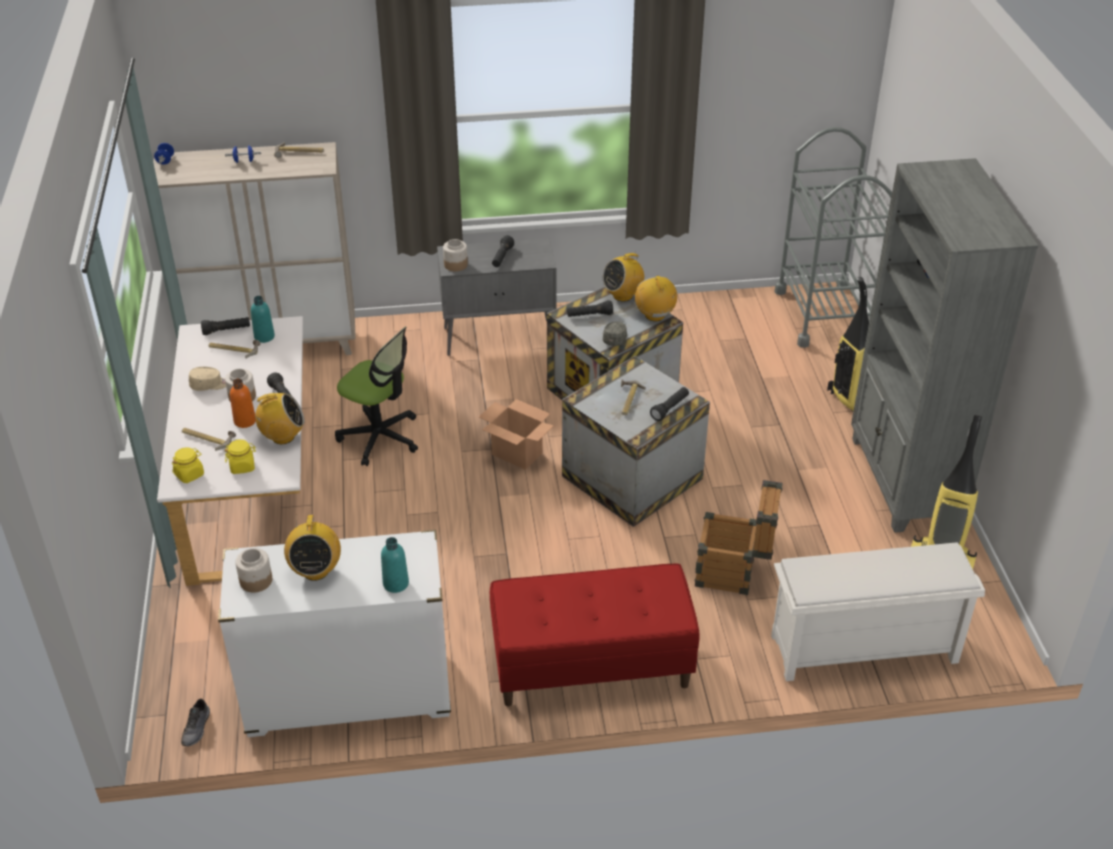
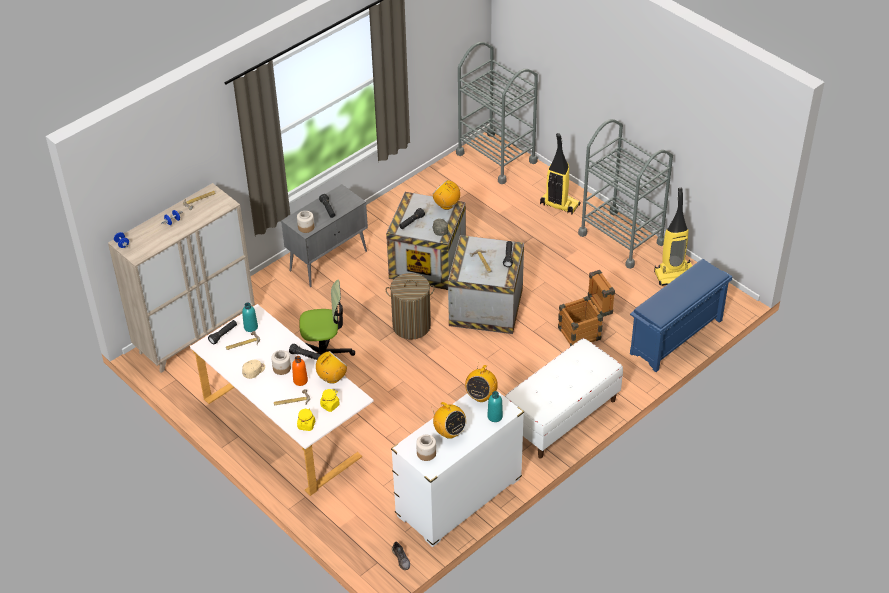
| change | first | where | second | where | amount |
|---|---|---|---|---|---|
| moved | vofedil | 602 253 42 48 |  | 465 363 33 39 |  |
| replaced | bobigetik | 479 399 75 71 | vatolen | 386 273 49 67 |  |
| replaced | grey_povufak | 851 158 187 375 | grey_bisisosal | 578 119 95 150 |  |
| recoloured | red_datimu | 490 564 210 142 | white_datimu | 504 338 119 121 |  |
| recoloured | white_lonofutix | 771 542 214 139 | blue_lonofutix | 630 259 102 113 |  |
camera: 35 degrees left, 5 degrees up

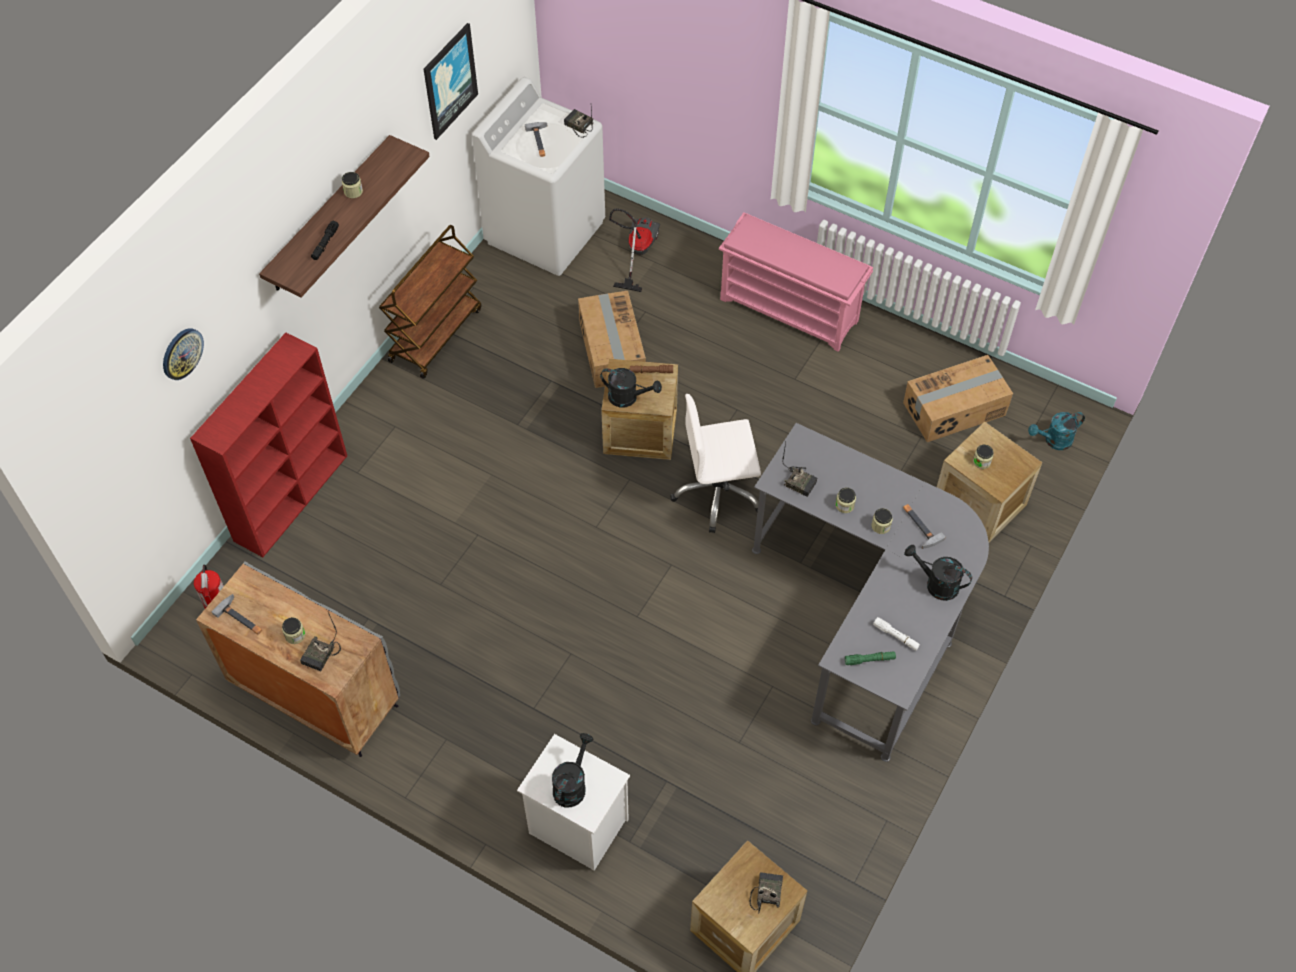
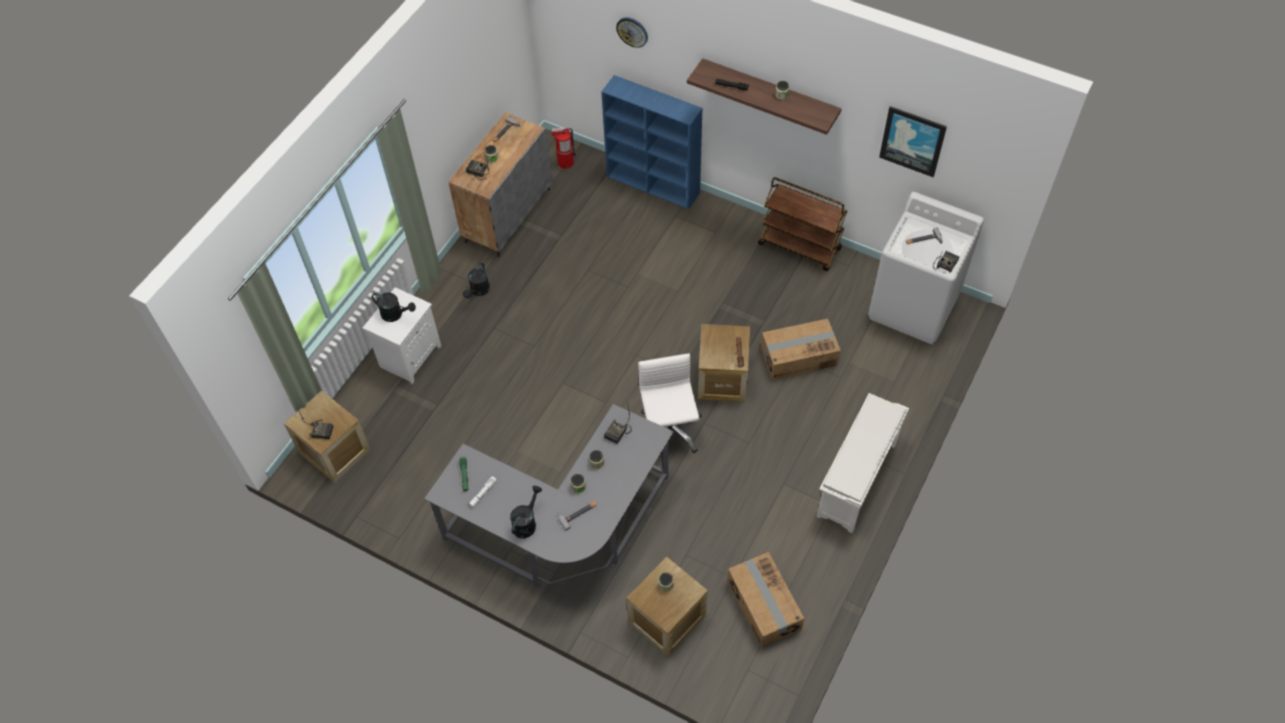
| change | first | where | second | where | amount |
|---|---|---|---|---|---|
| removed | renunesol | 609 209 51 83 |  |  |  |
| removed | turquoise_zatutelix | 1028 412 57 38 |  |  |  |
| moved | black_zatutelix | 600 368 62 39 |  | 463 263 27 35 |  |
| recoloured | red_povufak | 190 333 157 224 | blue_povufak | 601 75 101 134 |  |
| recoloured | pink_lonofutix | 719 213 154 139 | white_lonofutix | 816 393 93 140 |  |
camera: 90 degrees right, 0 degrees up

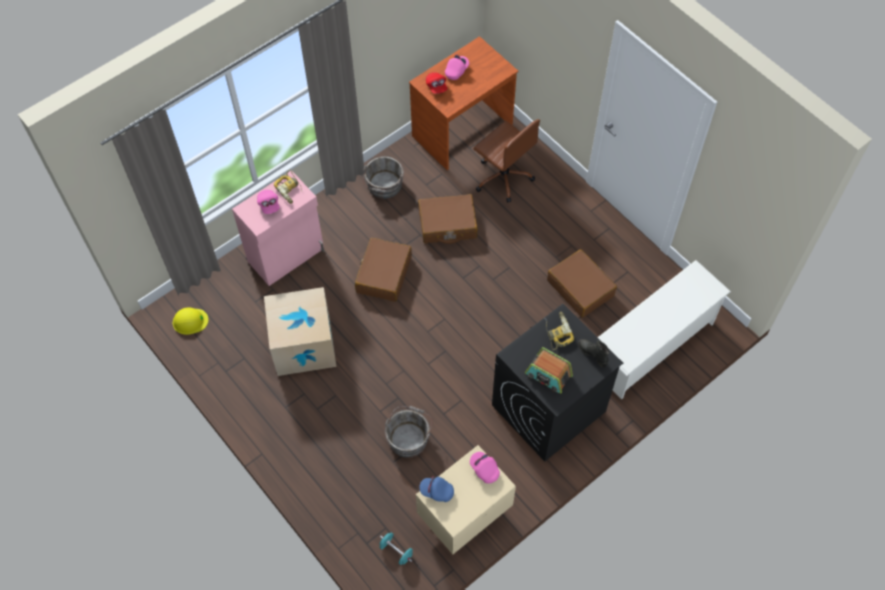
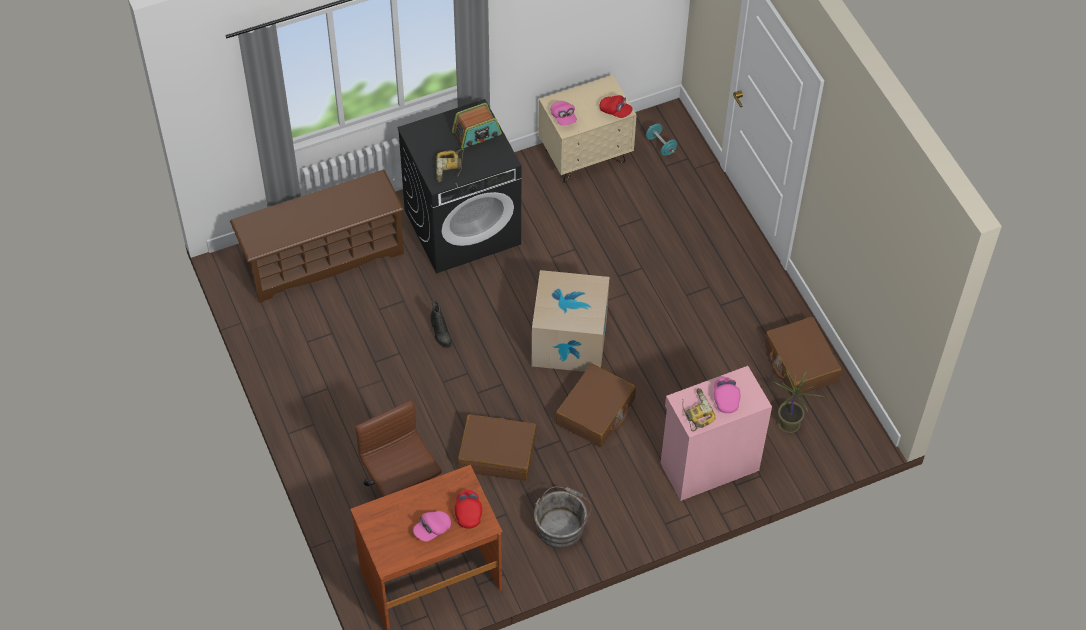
| change | first | where | second | where | amount |
|---|---|---|---|---|---|
| removed | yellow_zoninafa | 173 307 35 28 |  |  |  |
| removed | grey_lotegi | 385 406 48 52 |  |  |  |
| added |  |  | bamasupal | 774 370 50 63 |  |
| moved | bobigetik | 264 287 72 89 |  | 532 270 78 102 |  |
| moved | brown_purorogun | 547 249 70 69 |  | 765 317 77 79 |  |
| moved | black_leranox | 578 339 32 29 |  | 431 301 21 47 |  |
| recoloured | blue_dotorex | 419 477 35 25 | red_dotorex | 599 95 34 23 |  |
| recoloured | white_lonofutix | 598 260 133 140 | brown_lonofutix | 230 170 174 133 |  |
| turned | vofedil | 525 347 48 46 |  | 452 103 50 46 | 105 degrees clockwise |
camera: 165 degrees left, 5 degrees down

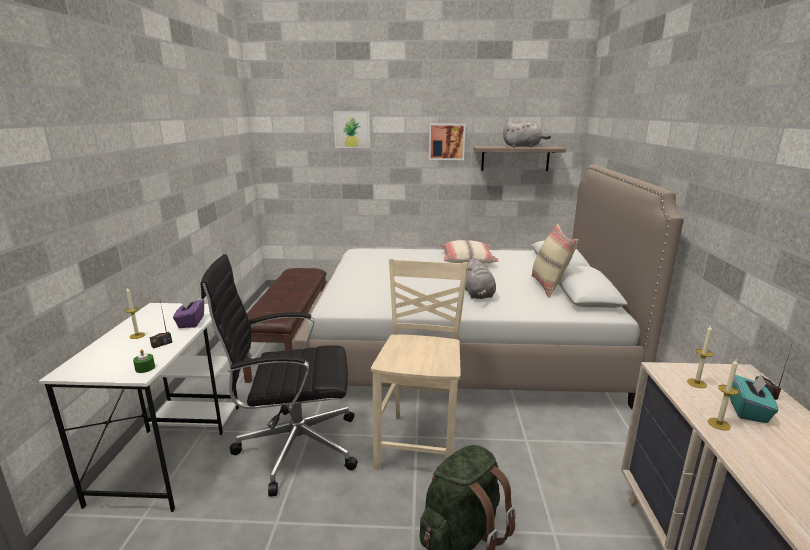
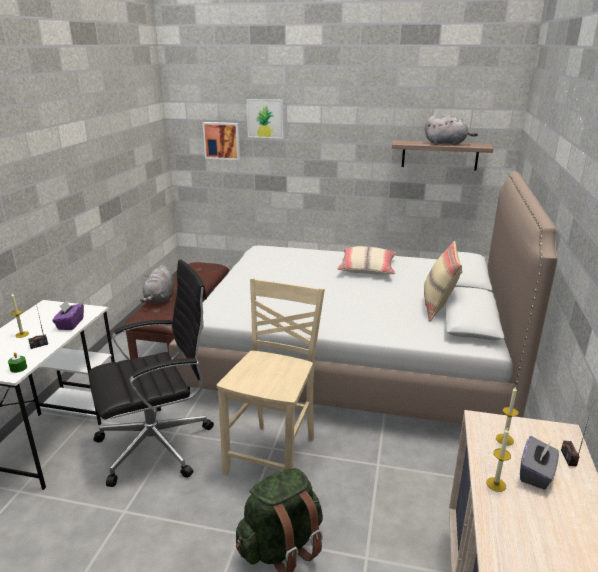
| change | first | where | second | where | amount |
|---|---|---|---|---|---|
| moved | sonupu | 429 124 36 36 |  | 203 122 37 38 |  |
| moved | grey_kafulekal | 465 258 31 41 |  | 140 265 35 38 |  |
| recoloured | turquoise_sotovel | 730 374 48 49 | grey_sotovel | 520 436 39 53 |  |
| turned | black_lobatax | 201 254 157 243 |  | 89 259 125 228 | 150 degrees clockwise |
camera: 10 degrees right, 5 degrees up

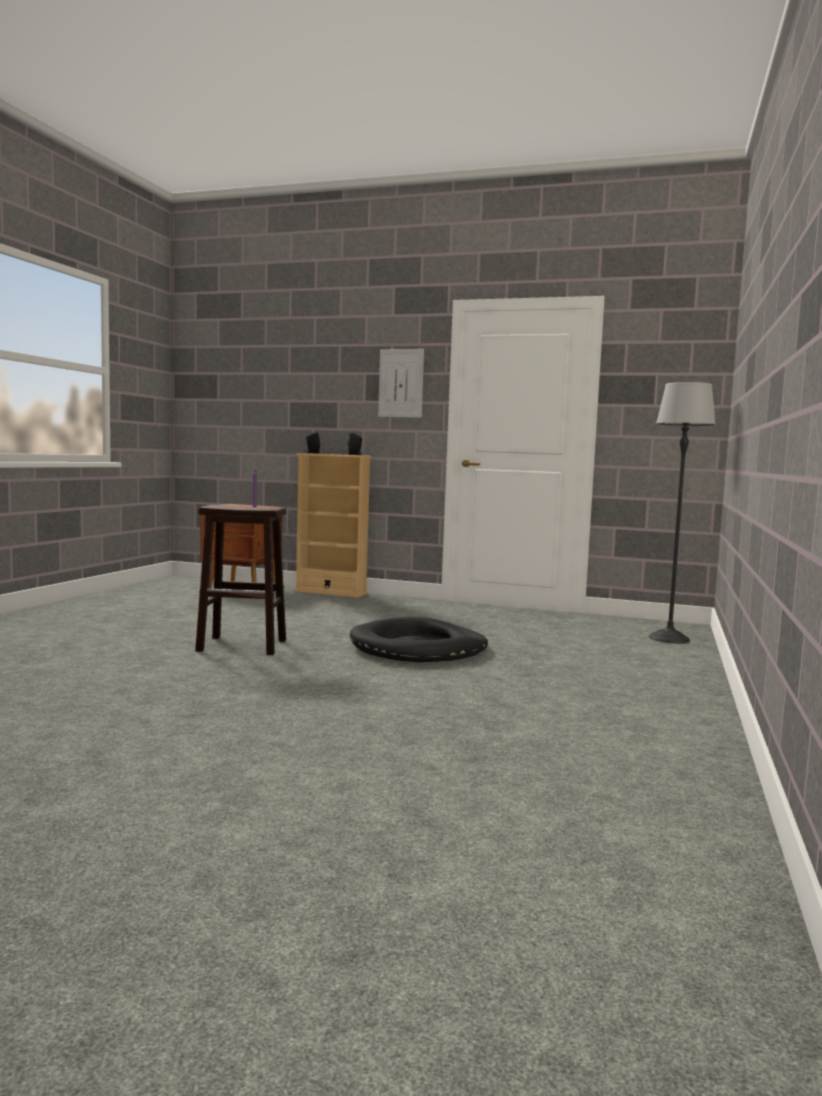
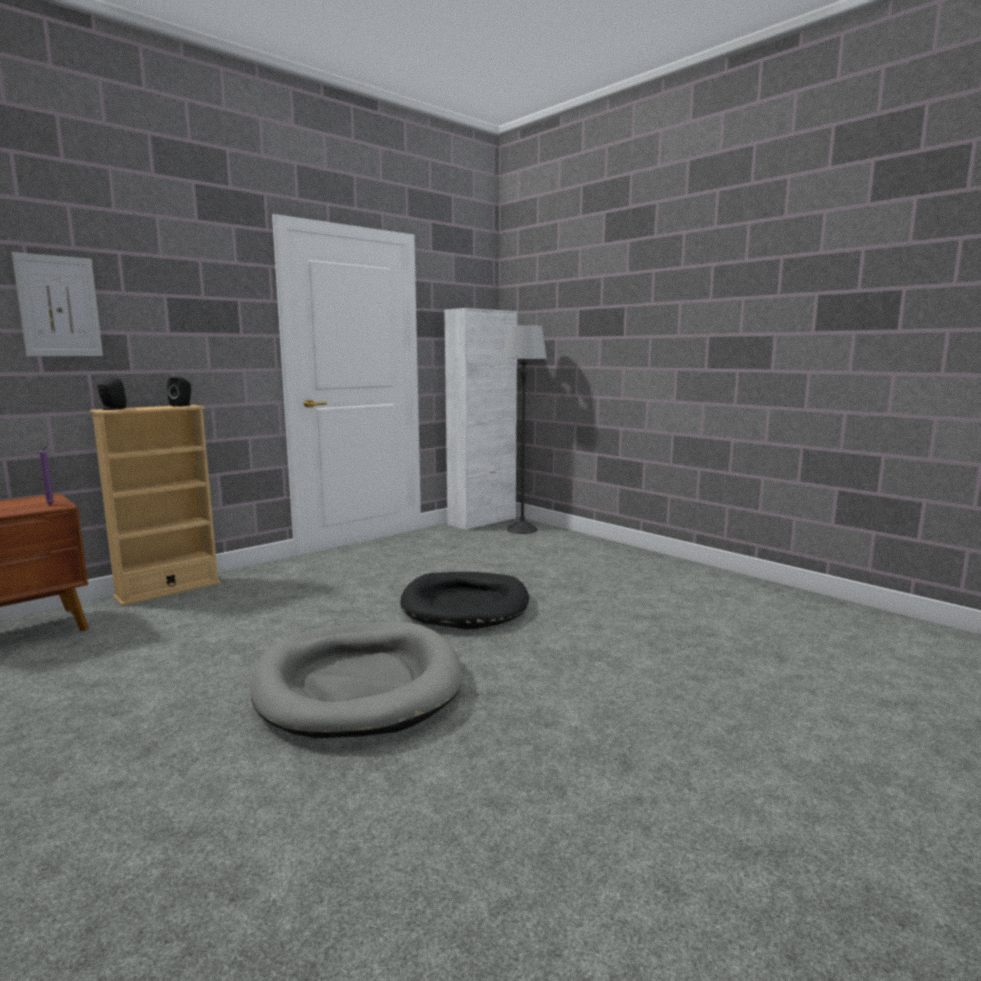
| change | first | where | second | where | amount |
|---|---|---|---|---|---|
| added |  |  | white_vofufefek | 444 308 73 222 |  |
| moved | sonupu | 378 349 46 69 |  | 12 252 91 104 |  |
| replaced | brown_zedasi | 195 505 91 150 | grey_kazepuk | 250 622 213 116 |  |
camera: 60 degrees left, 5 degrees up

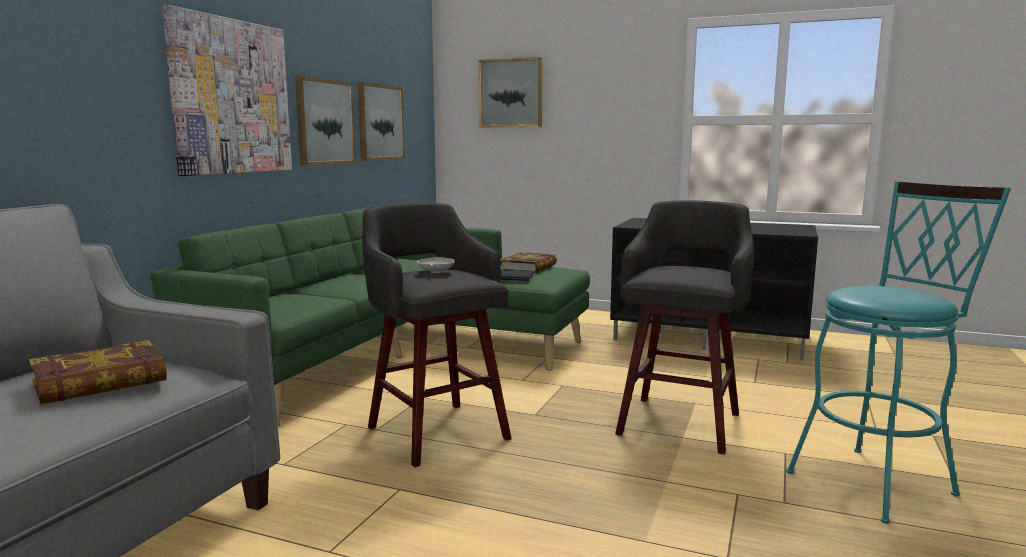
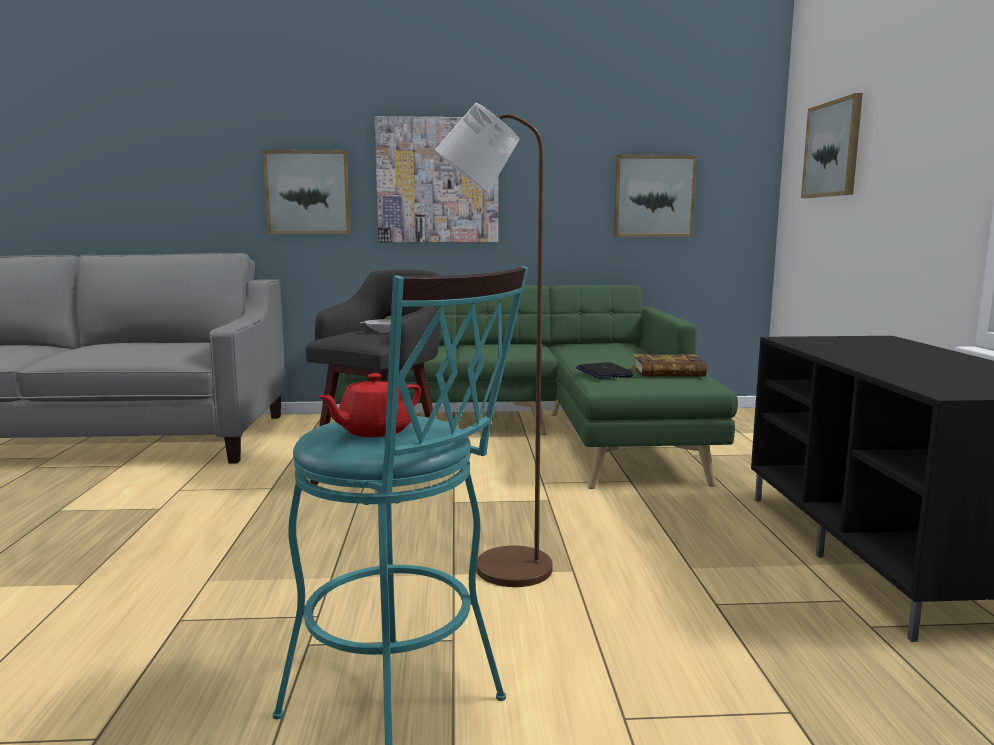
| change | first | where | second | where | amount |
|---|---|---|---|---|---|
| removed | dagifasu | 29 340 138 64 |  |  |  |
| added |  |  | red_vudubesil | 317 373 104 64 |  |
| moved | sonupu | 295 76 61 90 |  | 263 150 88 84 |  |
| replaced | grey_zedasi | 615 201 139 254 | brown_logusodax | 435 103 117 484 |  |
camera: 65 degrees right, 0 degrees up

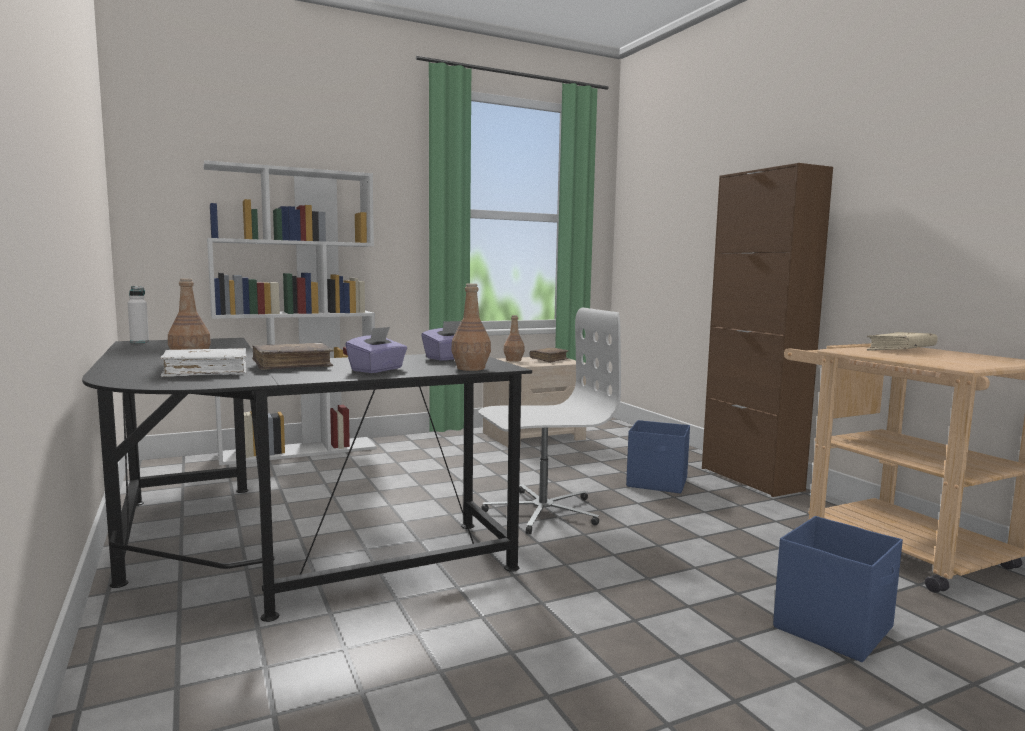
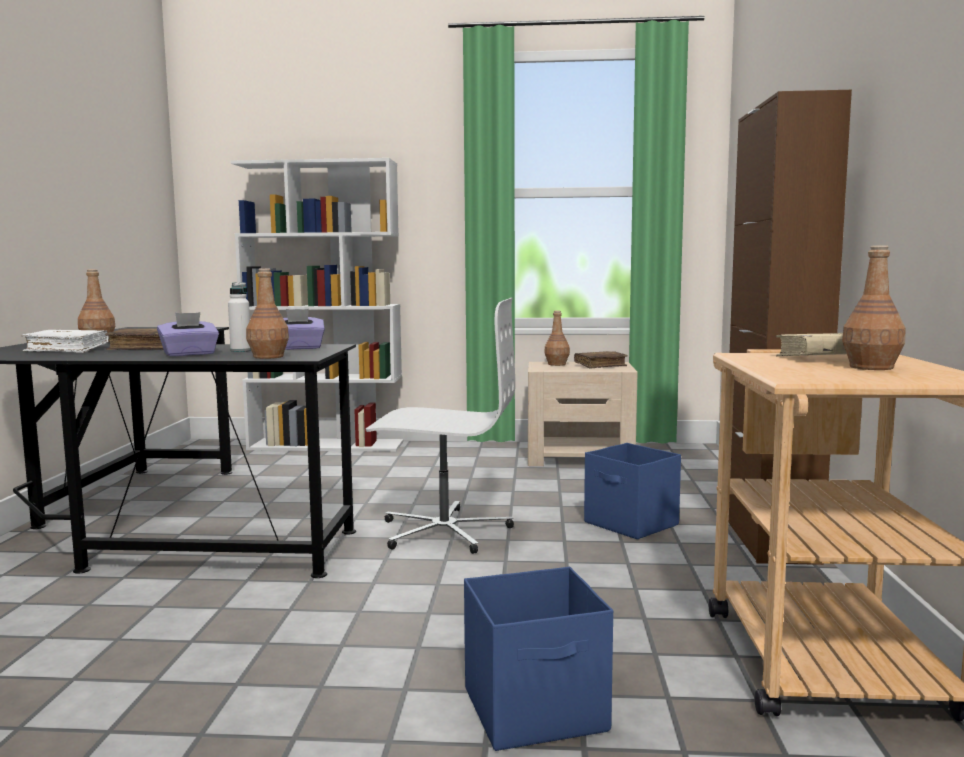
| change | first | where | second | where | amount |
|---|---|---|---|---|---|
| added |  |  | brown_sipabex | 842 245 63 125 |  |
| moved | white_sipabex | 128 286 21 57 |  | 228 282 23 70 |  |
camera: 30 degrees right, 0 degrees up

